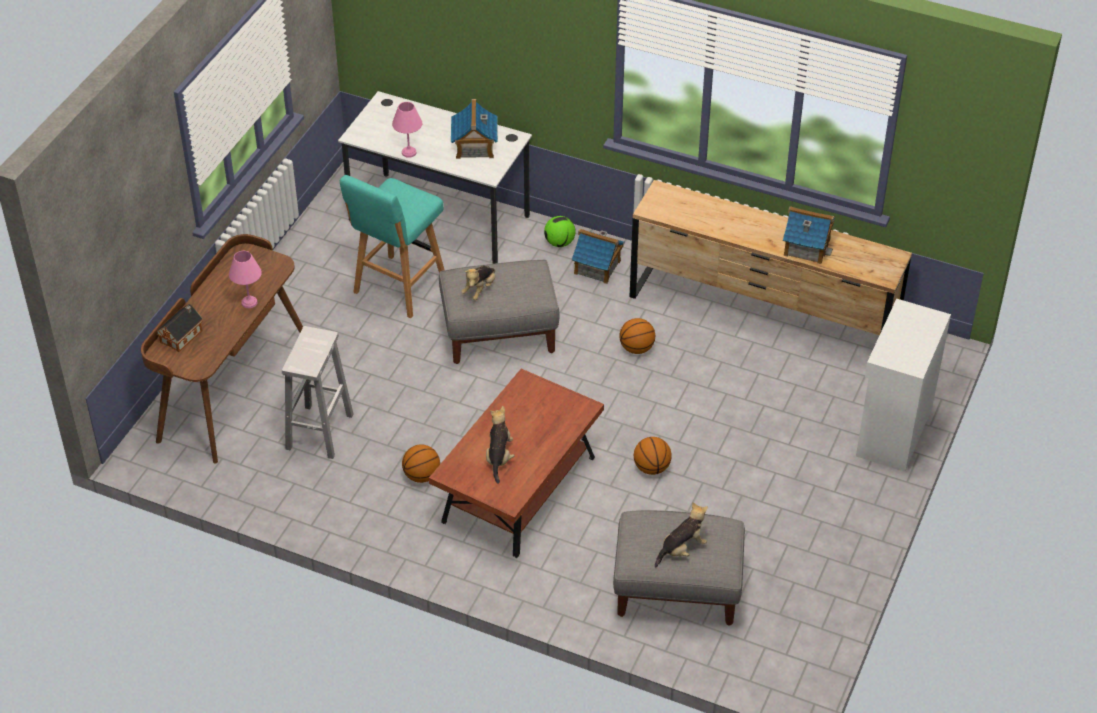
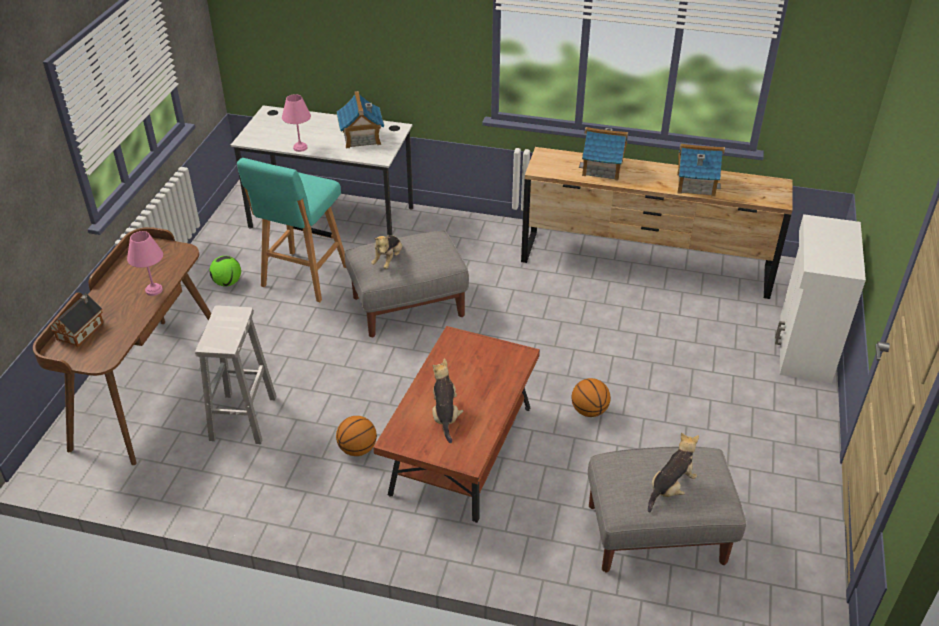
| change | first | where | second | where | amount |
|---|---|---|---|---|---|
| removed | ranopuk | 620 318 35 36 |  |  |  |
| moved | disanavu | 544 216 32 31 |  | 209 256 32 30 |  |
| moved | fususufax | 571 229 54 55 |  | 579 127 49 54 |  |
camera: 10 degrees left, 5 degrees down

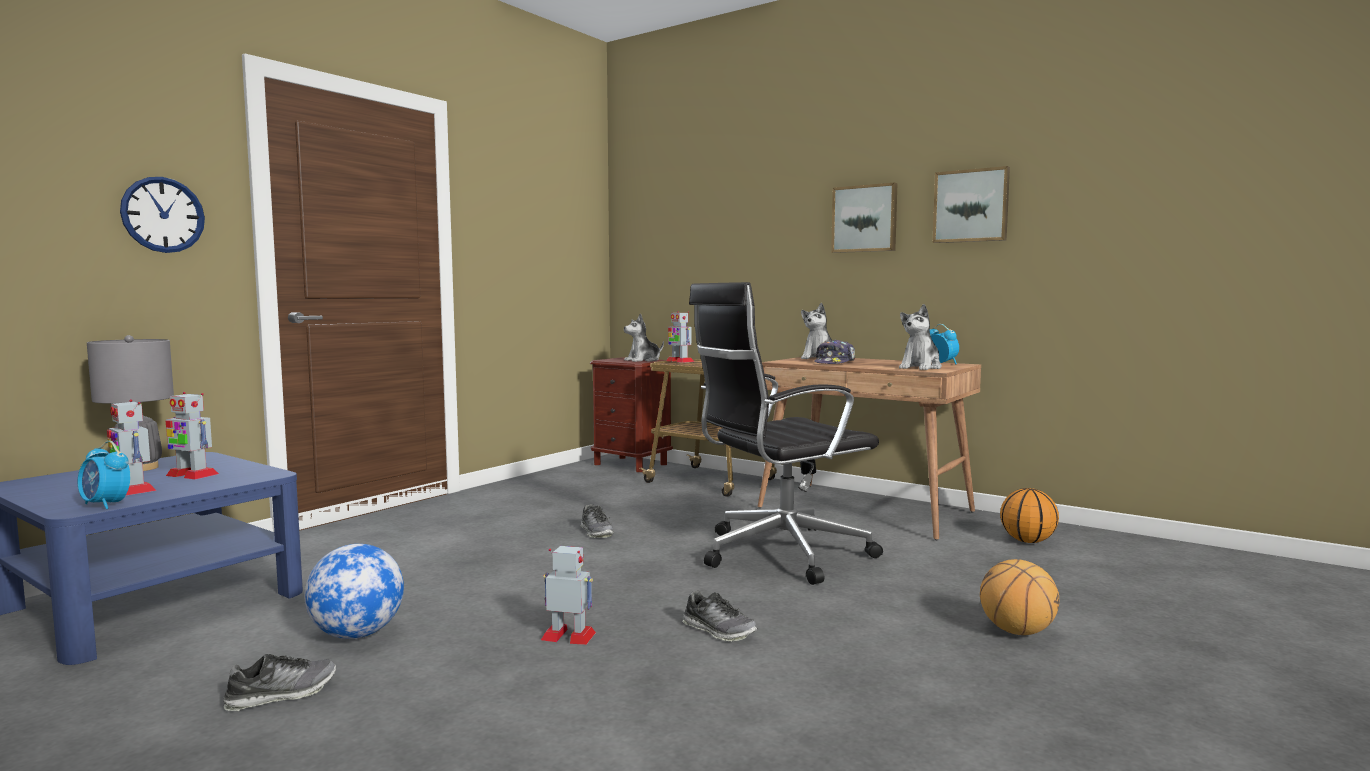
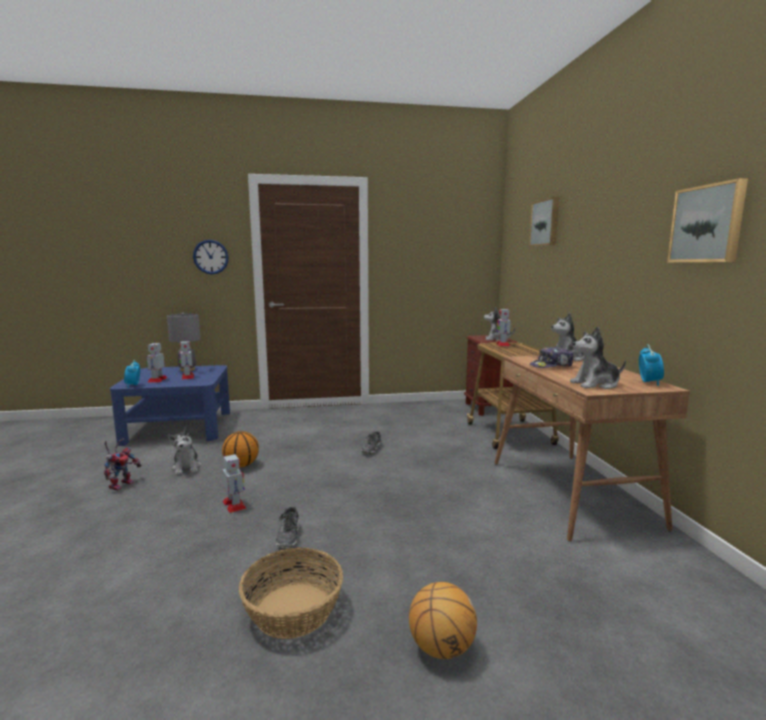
| change | first | where | second | where | amount |
|---|---|---|---|---|---|
| removed | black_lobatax | 689 282 194 303 |  |  |  |
| added |  |  | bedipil | 239 548 104 91 |  |
| moved | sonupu | 831 183 66 70 |  | 529 197 30 50 |  |
| moved | ranopuk | 1000 488 59 55 |  | 222 431 37 36 |  |
| replaced | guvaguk | 224 654 112 57 | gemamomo | 104 438 38 53 |  |
| replaced | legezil | 304 544 100 95 | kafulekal | 168 427 34 48 |  |
camera: 45 degrees right, 5 degrees up

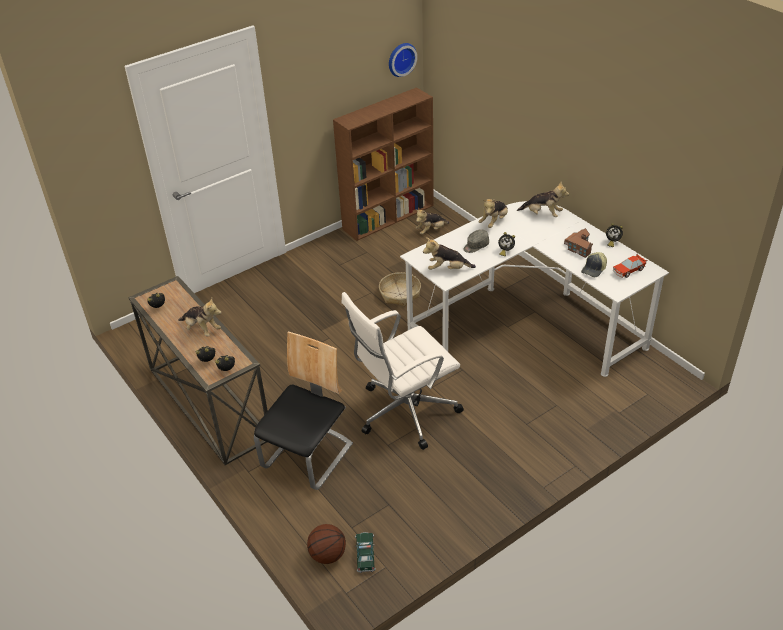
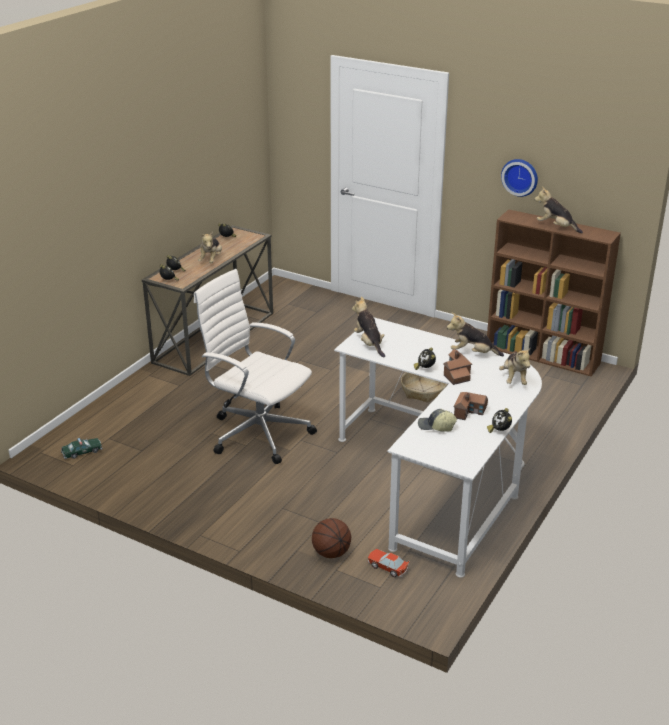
| change | first | where | second | where | amount |
|---|---|---|---|---|---|
| removed | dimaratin | 254 332 99 158 |  |  |  |
| removed | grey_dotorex | 463 229 26 24 |  |  |  |
| added |  |  | fususufax | 443 349 29 36 |  |
| moved | ranopuk | 307 524 39 40 |  | 312 518 39 40 |  |
| moved | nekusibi | 389 43 28 34 |  | 501 159 37 38 |  |
| moved | kafulekal | 416 210 33 25 |  | 534 186 49 48 |  |
| moved | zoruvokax | 613 253 34 25 |  | 368 549 42 29 |  |
camera: 65 degrees right, 10 degrees down

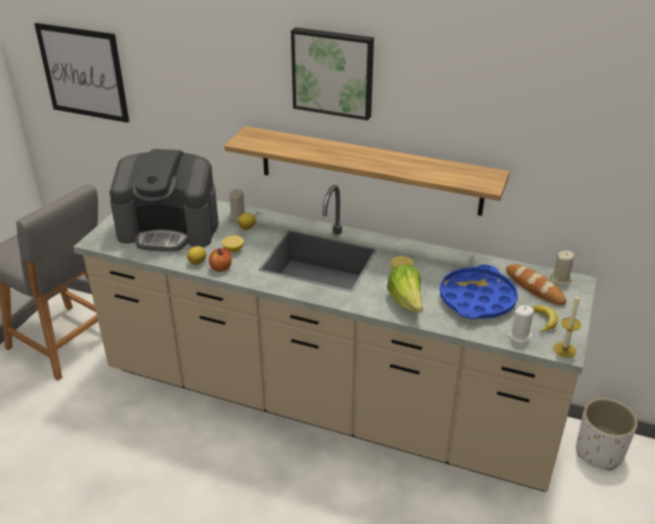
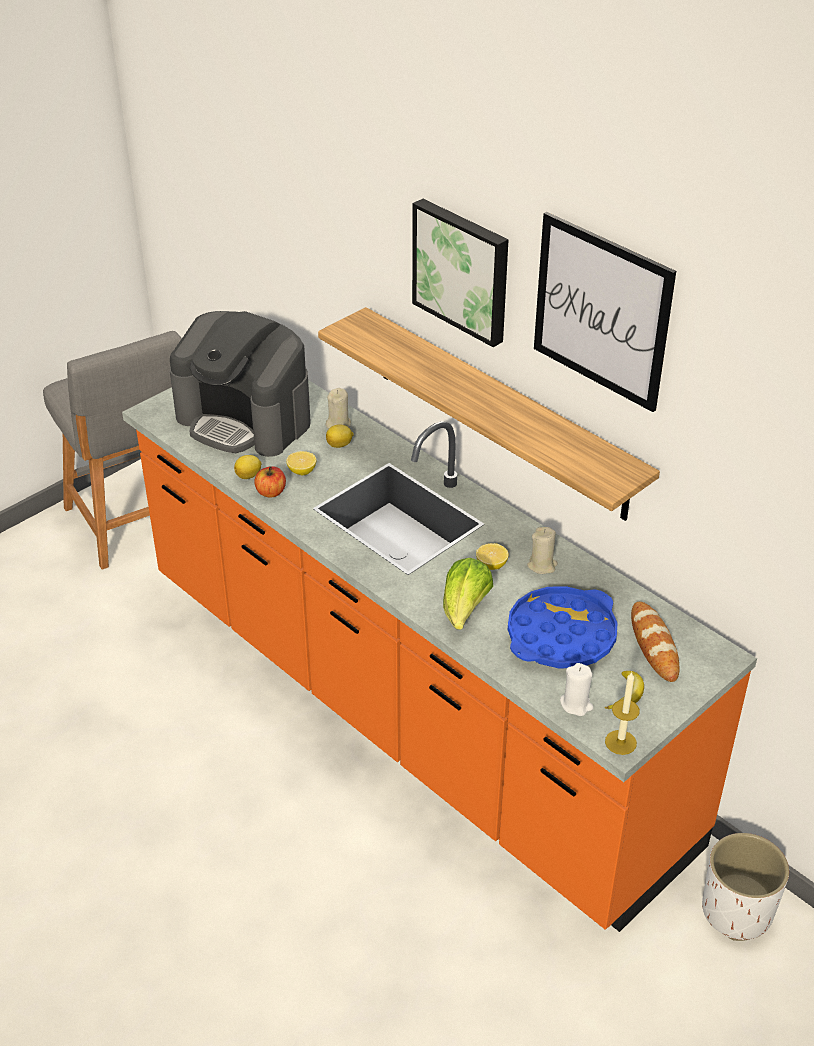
| change | first | where | second | where | amount |
|---|---|---|---|---|---|
| moved | sonupu | 35 23 94 100 |  | 534 212 142 200 |  |
| moved | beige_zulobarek | 550 251 24 34 |  | 527 527 31 47 |  |
| recoloured | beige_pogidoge | 74 185 522 307 | orange_pogidoge | 122 380 635 552 |  |
camera: 25 degrees right, 5 degrees up

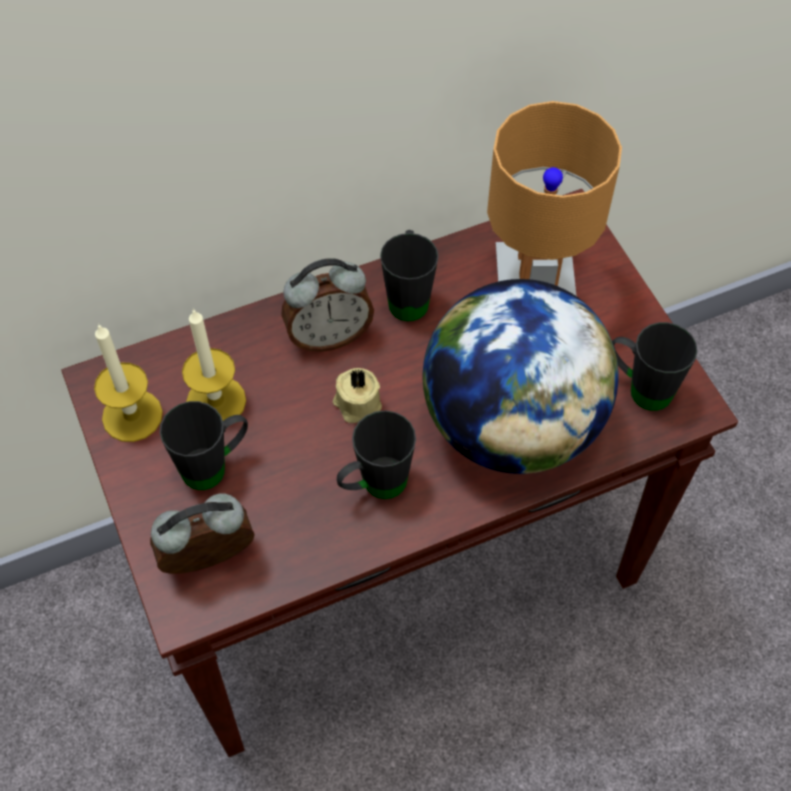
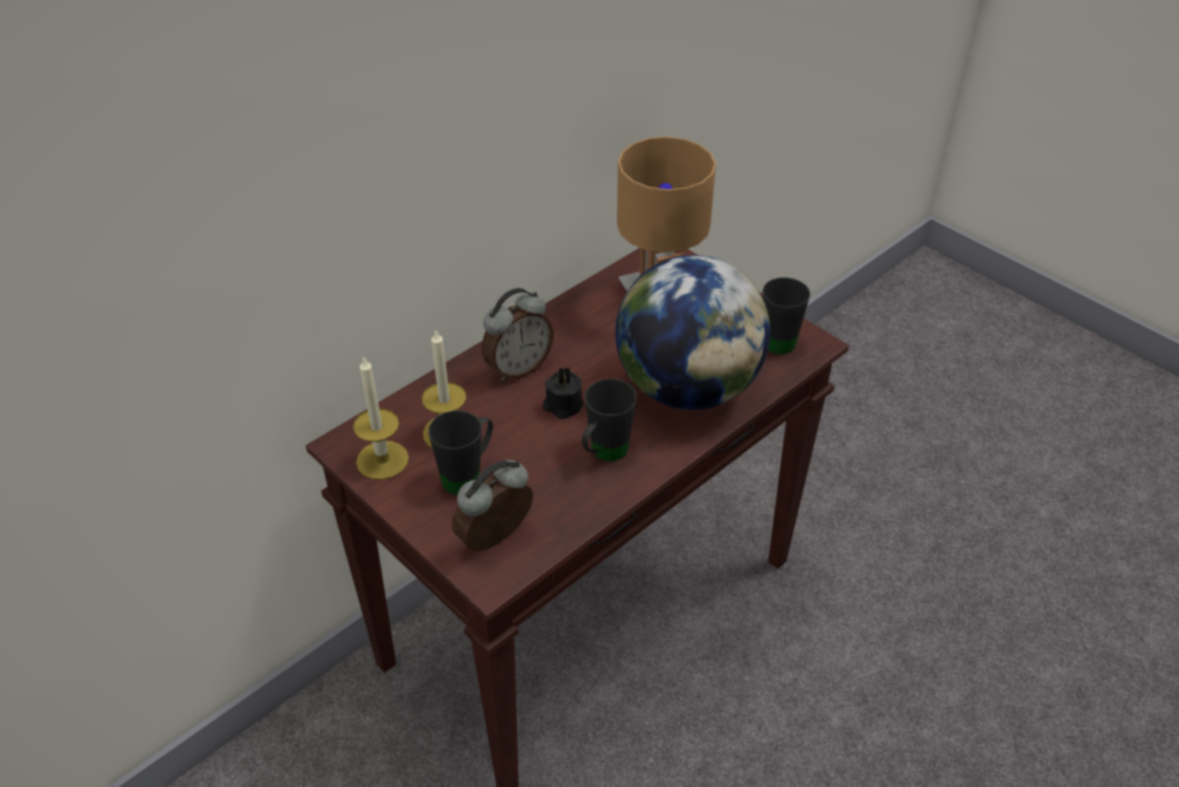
| change | first | where | second | where | amount |
|---|---|---|---|---|---|
| removed | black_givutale | 380 230 59 91 |  |  |  |
| recoloured | beige_zulobarek | 333 368 49 55 | black_zulobarek | 543 367 41 52 |  |
camera: 20 degrees left, 15 degrees down

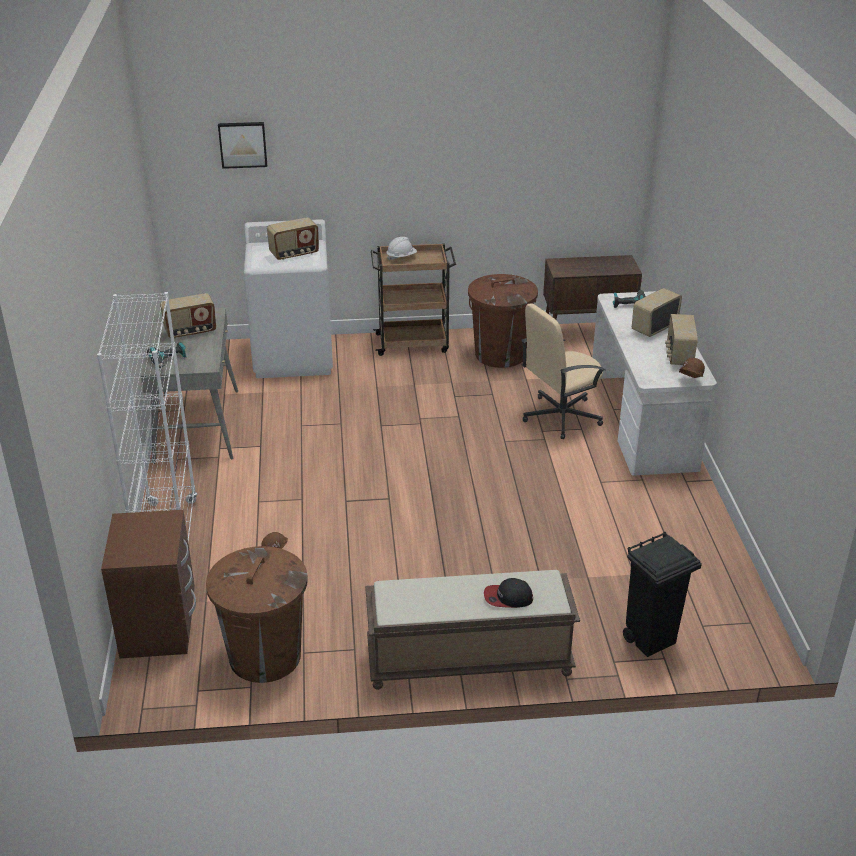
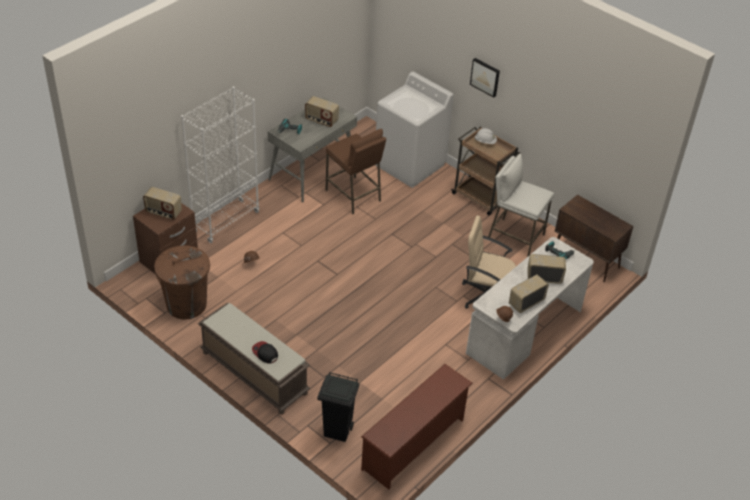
| change | first | where | second | where | amount |
|---|---|---|---|---|---|
| added |  |  | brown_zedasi | 326 129 60 85 |  |
| added |  |  | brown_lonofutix | 361 364 112 125 |  |
| moved | sonupu | 218 122 49 47 |  | 470 58 30 40 |  |
| moved | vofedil | 267 217 52 43 |  | 143 187 39 33 |  |
| replaced | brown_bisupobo | 468 274 70 94 | white_zedasi | 488 154 66 103 |  |
camera: 45 degrees right, 10 degrees up

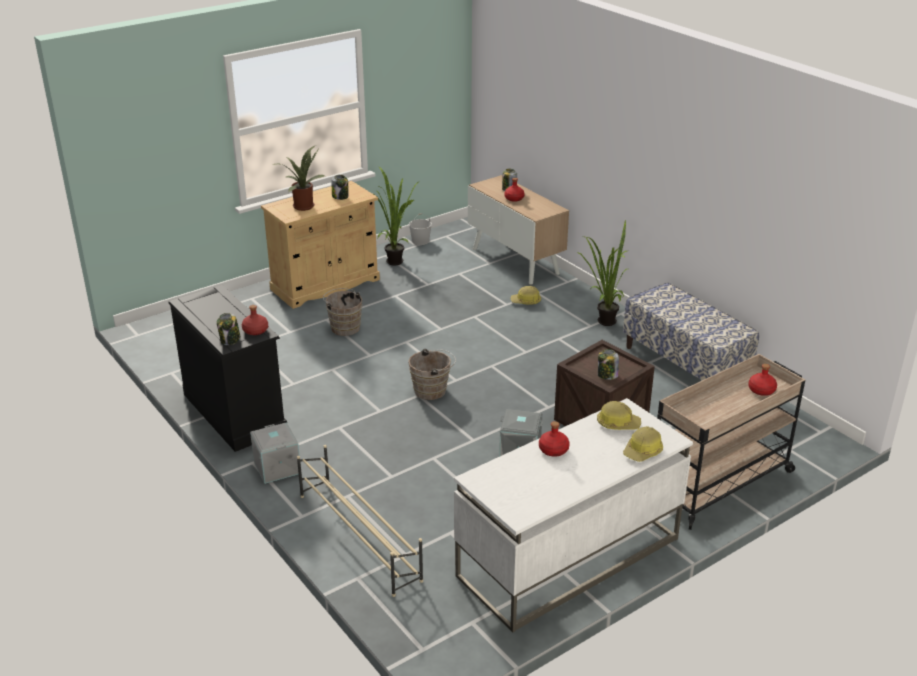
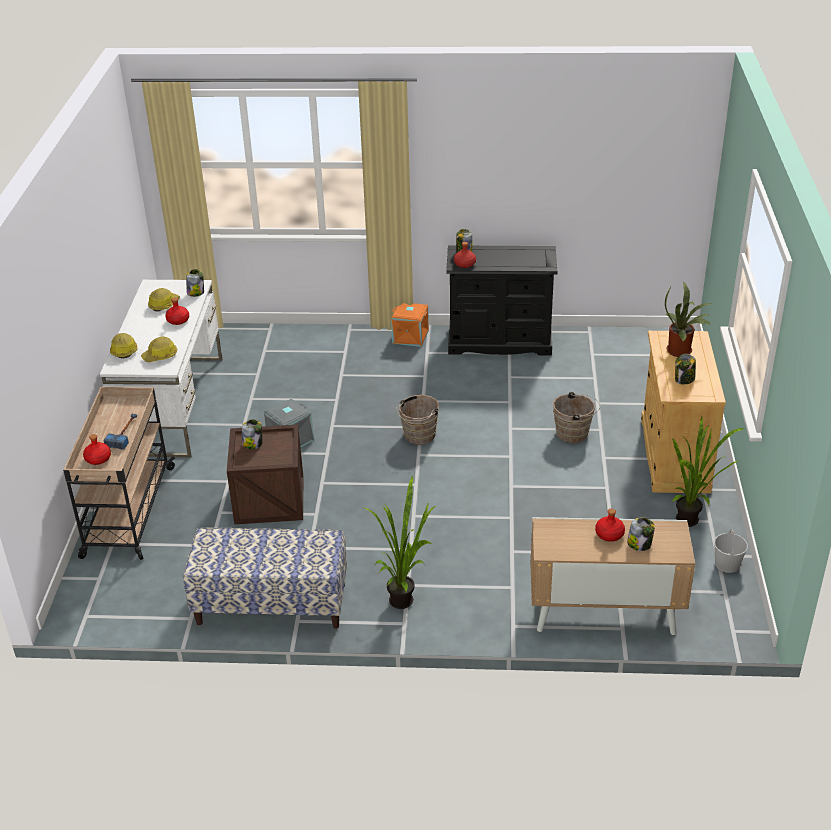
| change | first | where | second | where | amount |
|---|---|---|---|---|---|
| removed | beige_lonofutix | 297 445 126 152 |  |  |  |
| added |  |  | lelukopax | 104 414 33 36 |  |
| added |  |  | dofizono | 186 269 18 28 |  |
| moved | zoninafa | 511 286 30 19 |  | 148 288 32 24 |  |
| recoloured | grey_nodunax | 250 423 50 61 | orange_nodunax | 391 303 38 44 |  |
camera: 130 degrees right, 5 degrees up

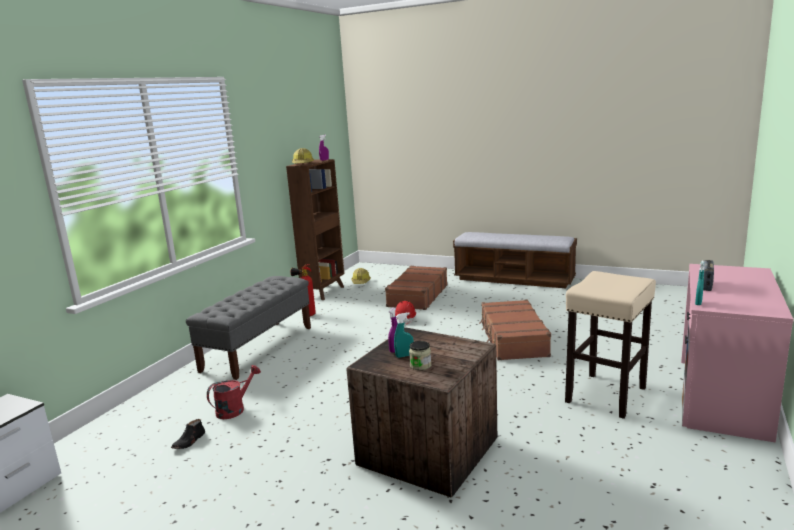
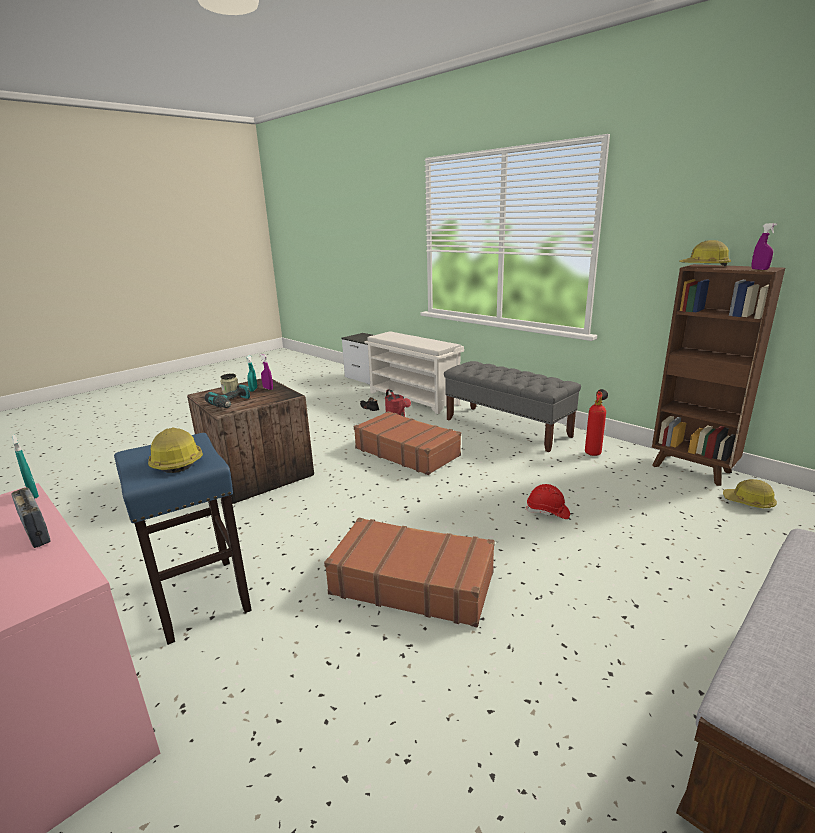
| change | first | where | second | where | amount |
|---|---|---|---|---|---|
| added |  |  | zoninafa | 148 427 55 46 |  |
| added |  |  | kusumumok | 205 384 45 24 |  |
| added |  |  | white_lonofutix | 364 331 100 83 |  |
| moved | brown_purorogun | 385 266 63 44 |  | 354 411 107 64 |  |
| recoloured | beige_zedasi | 565 271 91 148 | blue_zedasi | 114 433 138 212 |  |
camera: 110 degrees right, 5 degrees up

